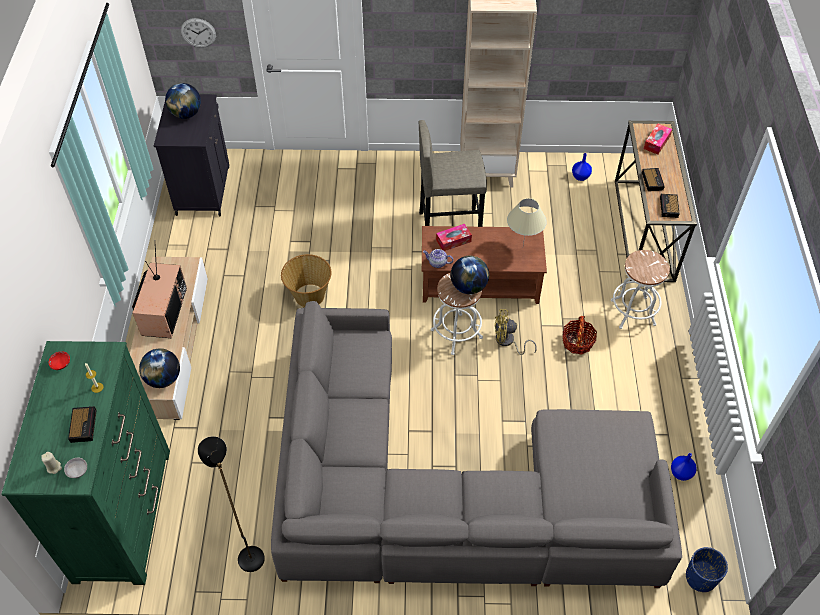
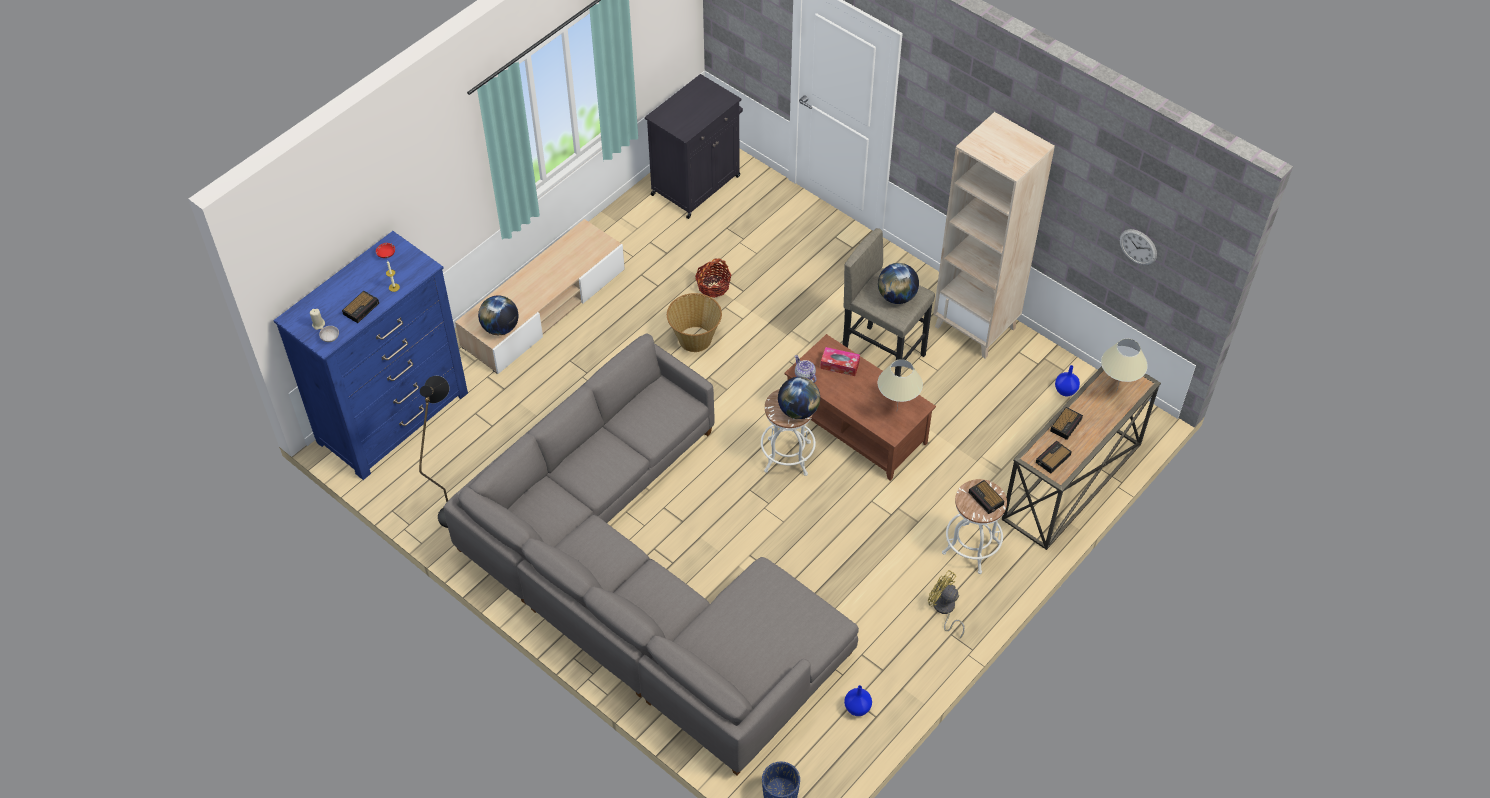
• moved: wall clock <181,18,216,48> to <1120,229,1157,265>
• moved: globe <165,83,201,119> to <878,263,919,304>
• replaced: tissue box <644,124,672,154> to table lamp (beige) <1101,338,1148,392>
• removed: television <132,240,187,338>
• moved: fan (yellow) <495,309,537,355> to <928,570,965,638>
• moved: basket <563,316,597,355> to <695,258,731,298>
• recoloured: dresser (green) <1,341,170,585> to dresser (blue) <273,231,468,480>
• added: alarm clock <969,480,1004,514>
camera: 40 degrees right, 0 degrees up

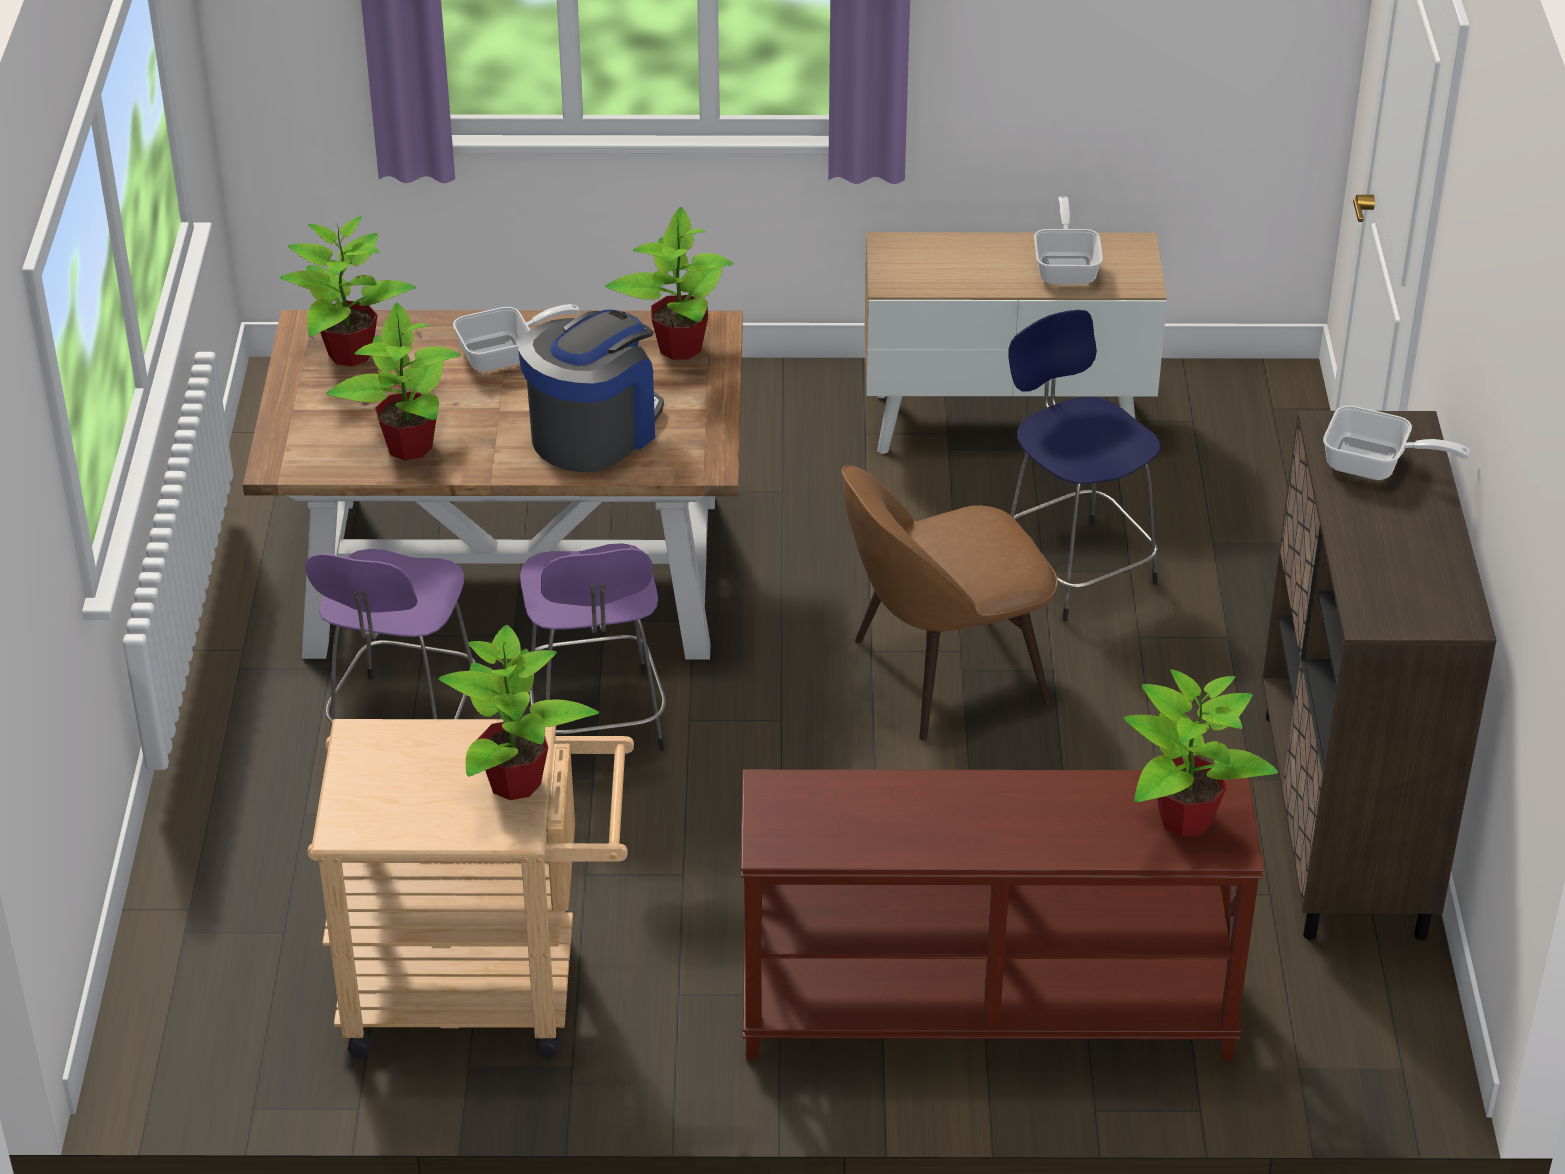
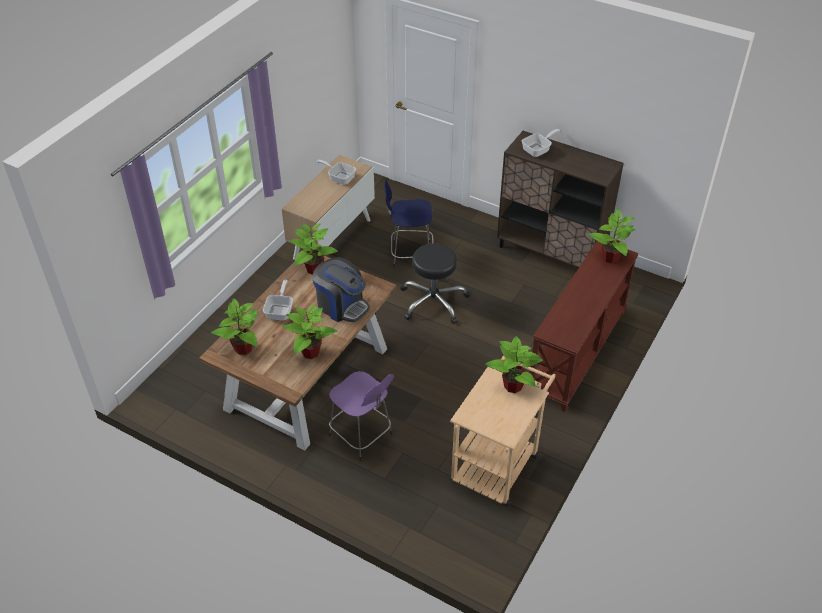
• turned: coffee machine <518,310,664,472> = <312,257,370,322> 150 degrees clockwise
• replaced: chair (brown) <841,465,1058,741> to stool (black) <400,243,470,324>
• removed: stool (purple) <520,543,666,751>
camera: 60 degrees left, 5 degrees up

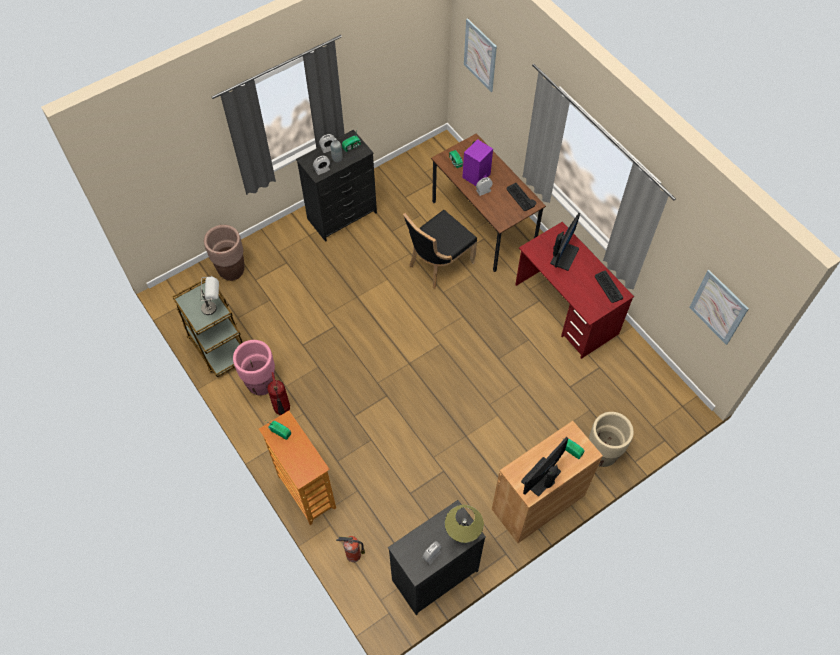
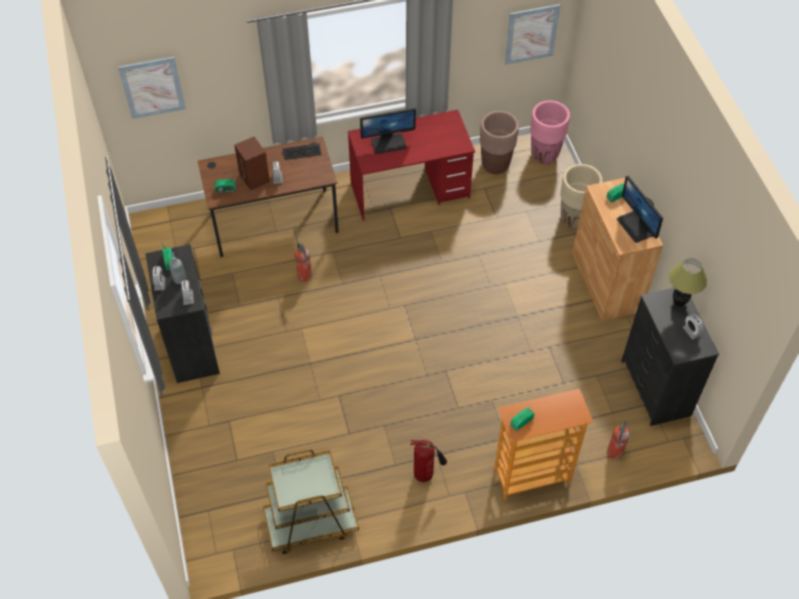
• recoloured: speaker (purple) <462,139,493,186> to speaker (brown) <234,137,270,190>
• replaced: chair (black) <403,210,477,288> to fire extinguisher <295,243,312,282>
• turned: monitor <550,213,580,271> = <360,108,416,154> 120 degrees clockwise
• moved: planter (brown) <204,225,245,281> to <480,111,519,174>
• removed: keyboard <595,270,623,303>
• removed: table lamp (grey) <200,276,219,315>
• moved: planter (pink) <233,340,275,395> to <530,100,570,164>
camera: 70 degrees left, 5 degrees down

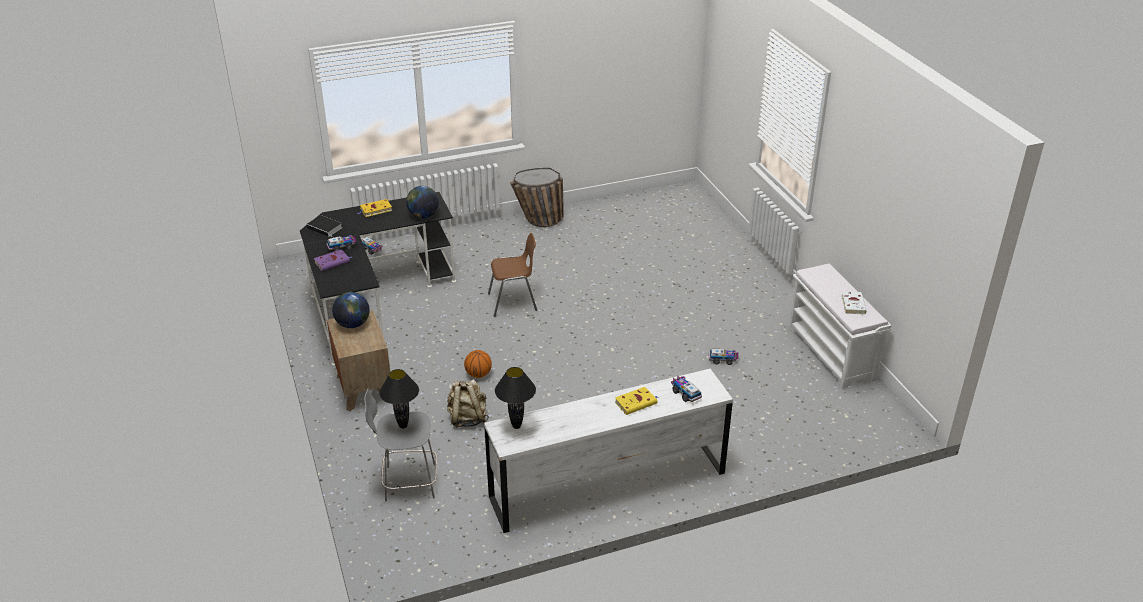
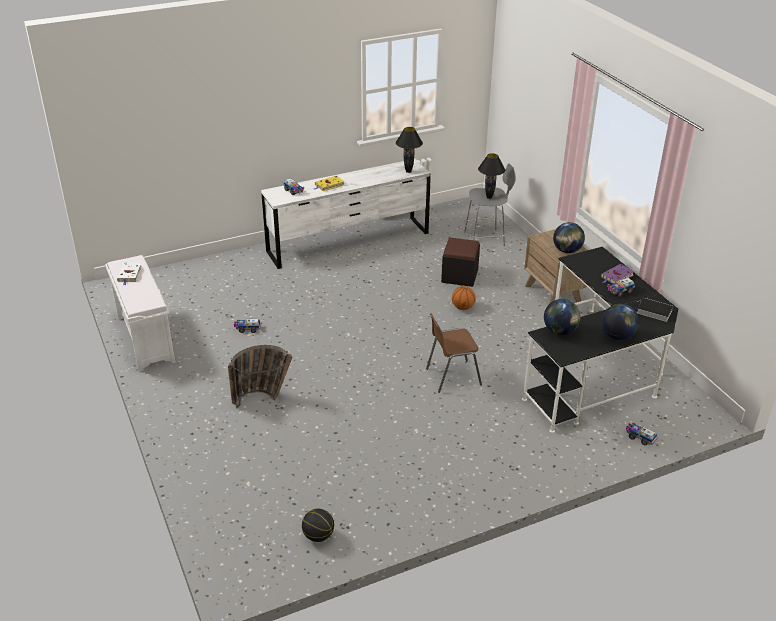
• moved: basket <510,168,564,227> to <228,345,292,409>
• replaced: book (yellow) <357,199,392,217> to globe <602,304,639,340>
• replaced: backpack (beige) <447,379,489,427> to ottoman (black) <441,238,480,287>
• added: basketball <302,509,334,542>
camera: 175 degrees right, 0 degrees up

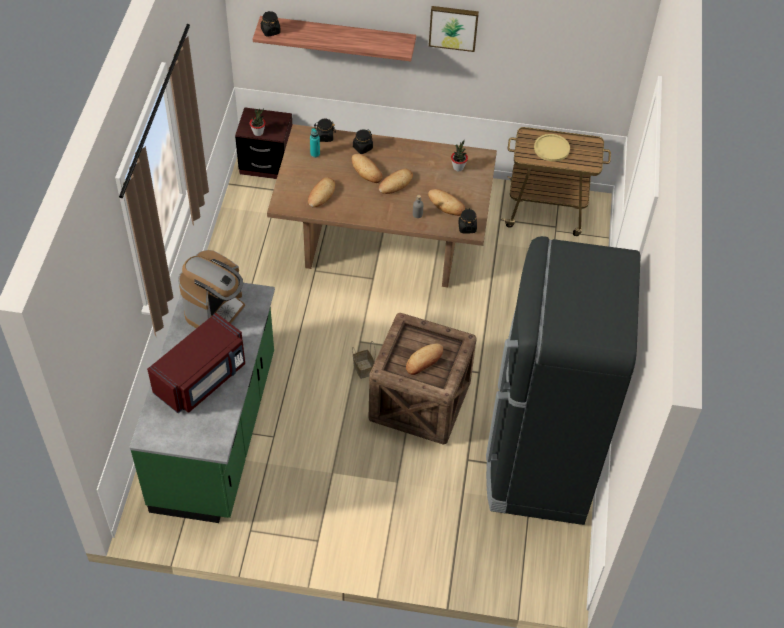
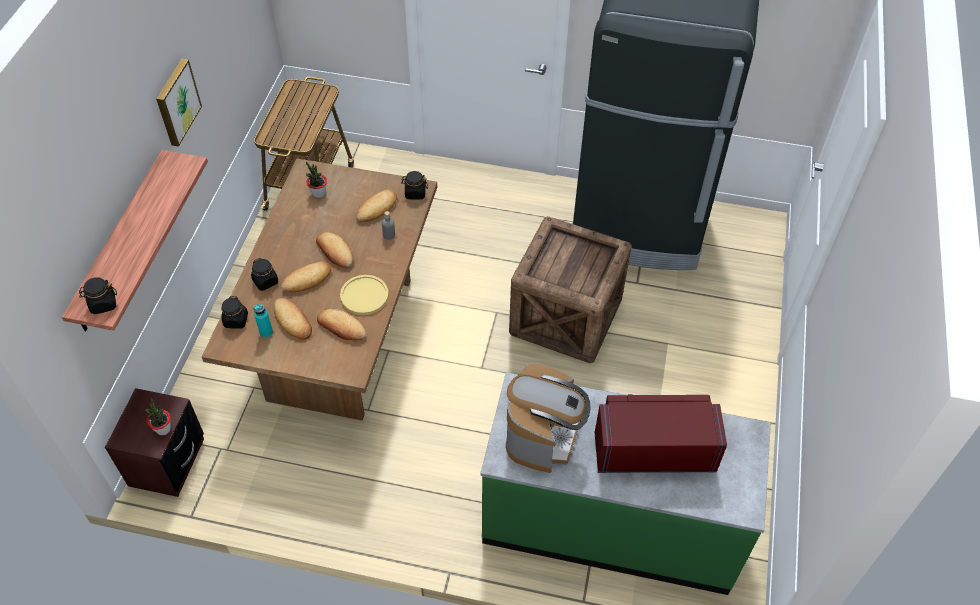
• moved: plate (yellow) <534,134,570,162> to <340,275,389,315>
• turned: coffee machine <178,250,245,328> = <506,363,591,473> 75 degrees clockwise
• turned: microwave (red) <147,313,245,413> = <594,394,727,473> 45 degrees counterclockwise
• removed: basket <352,341,375,379>
• moved: bread <406,344,443,375> to <274,298,312,340>
camera: 85 degrees left, 0 degrees up

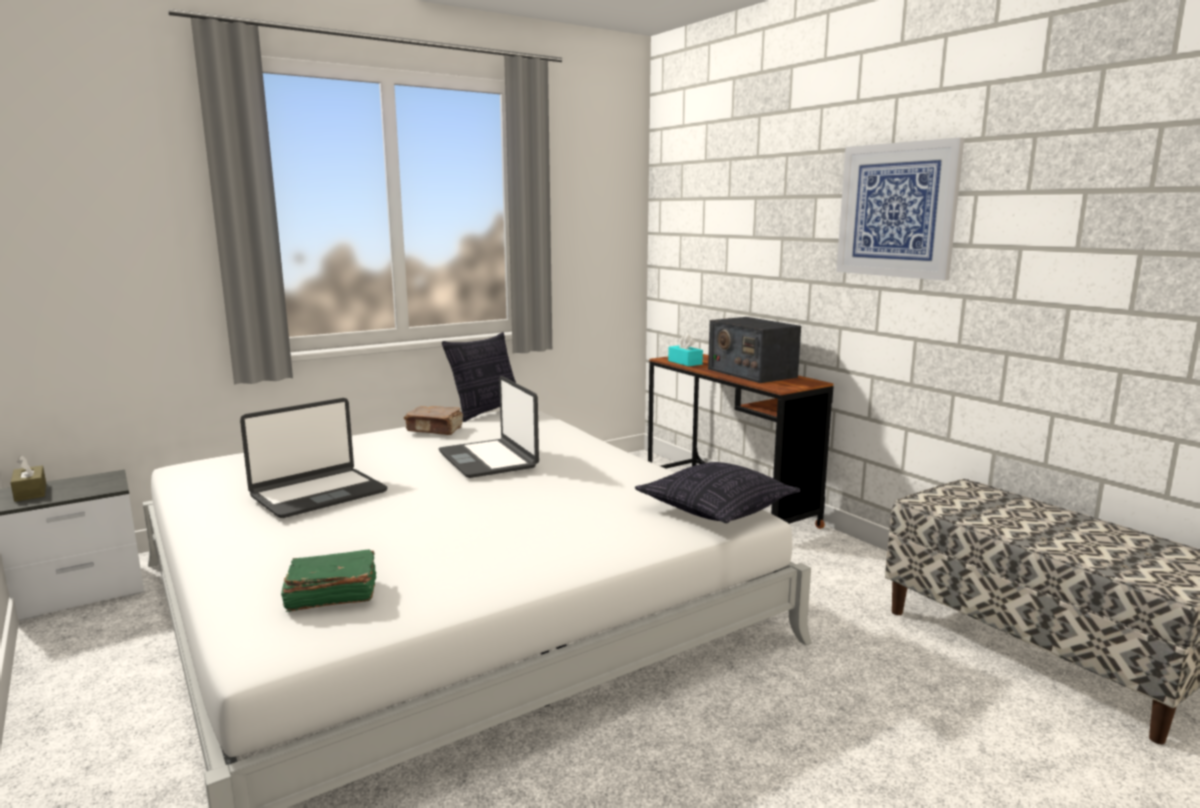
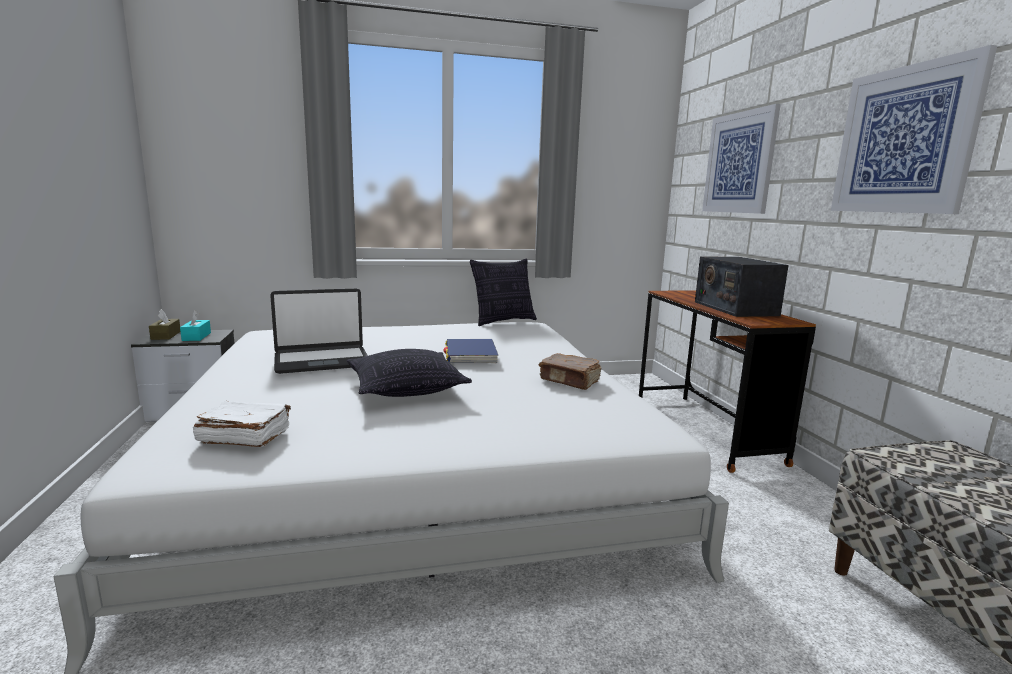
• moved: tissue box (turquoise) <668,334,703,366> to <180,310,211,341>
• replaced: laptop <439,376,539,478> to book (blue) <444,339,498,363>
• moved: book (brown) <404,406,463,435> to <538,353,602,390>
• moved: pillow <635,462,800,523> to <347,349,472,397>
• recoloured: book (green) <281,550,376,612> to book (white) <193,401,291,447>
• added: picture <702,104,781,214>
camera: 20 degrees right, 0 degrees up

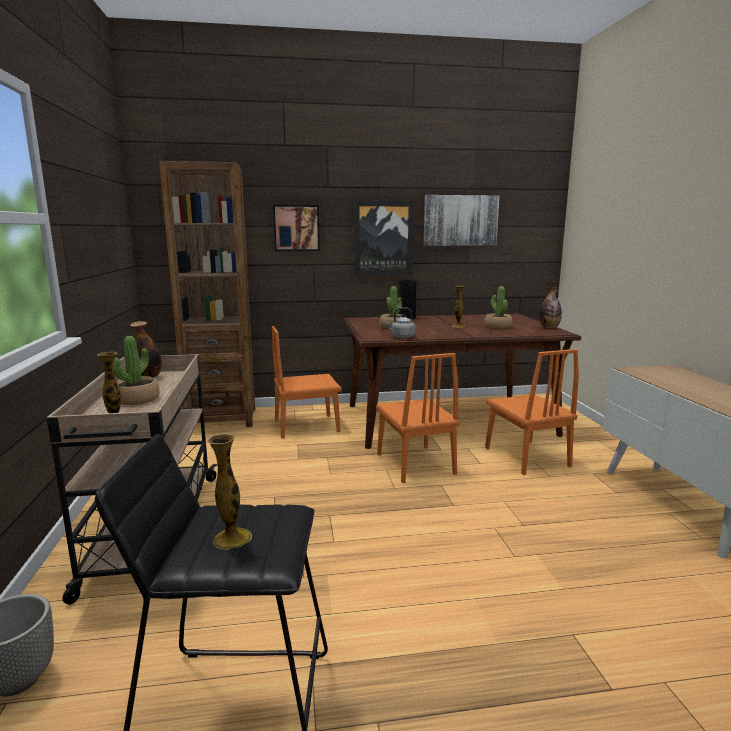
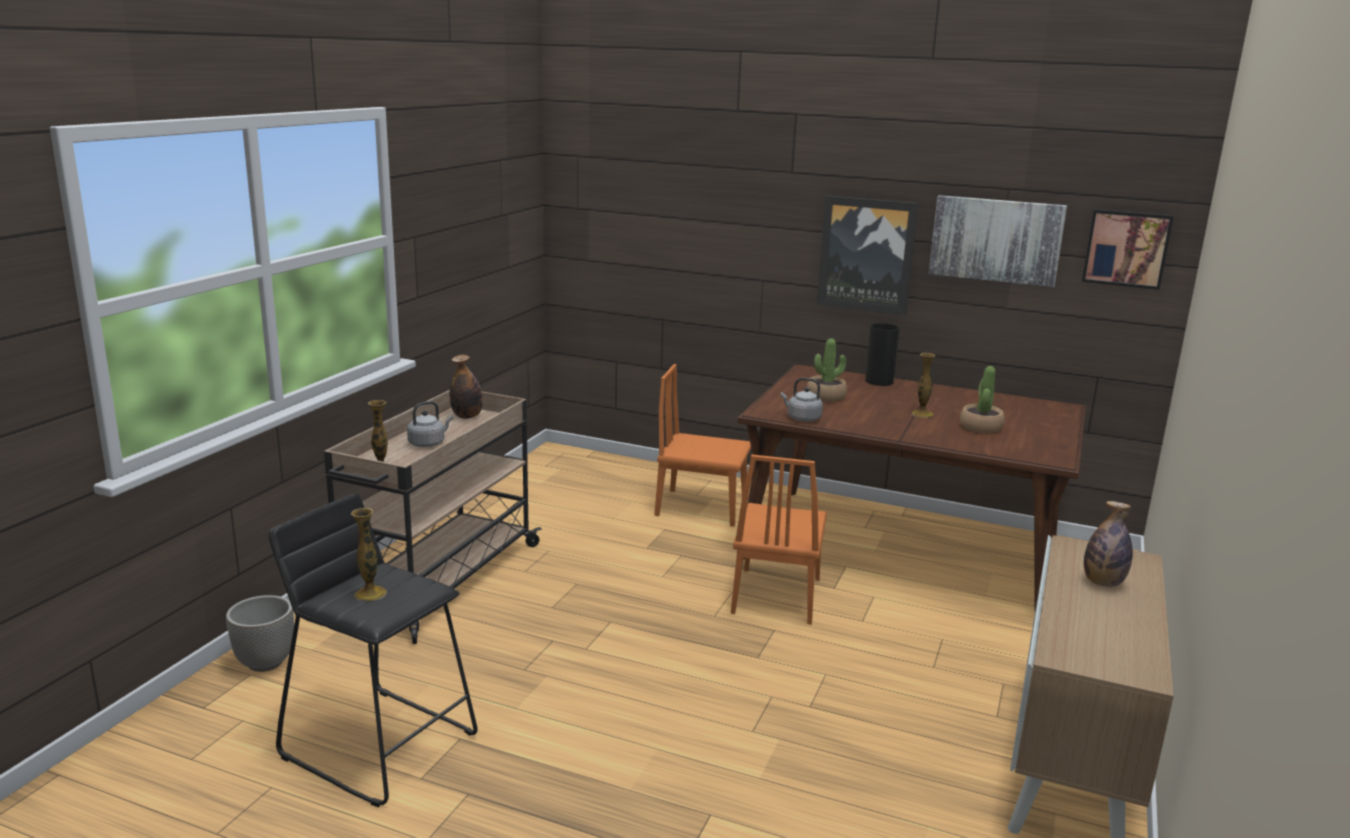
• removed: bookcase (brown) <159,161,255,427>
• moved: picture <273,205,320,251> to <1082,209,1173,290>
• moved: bottle <539,287,562,328> to <1084,501,1133,587>
• replaced: potted plant <113,336,160,405> to kettle (grey) <407,401,453,447>
• removed: chair (orange) <485,349,579,475>
camera: 30 degrees right, 5 degrees up

